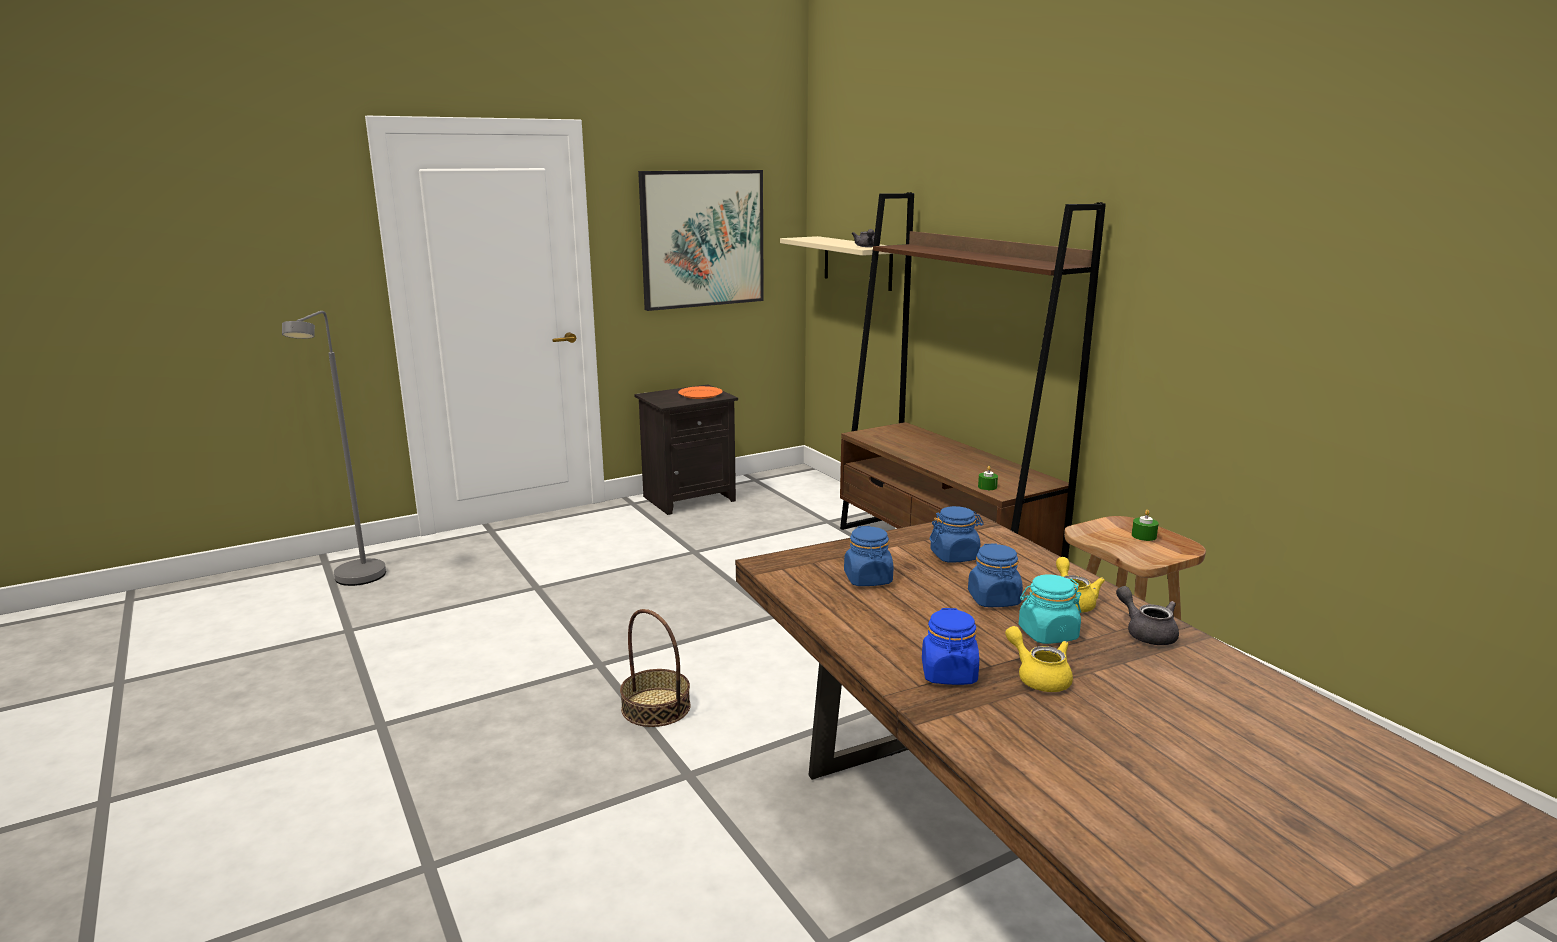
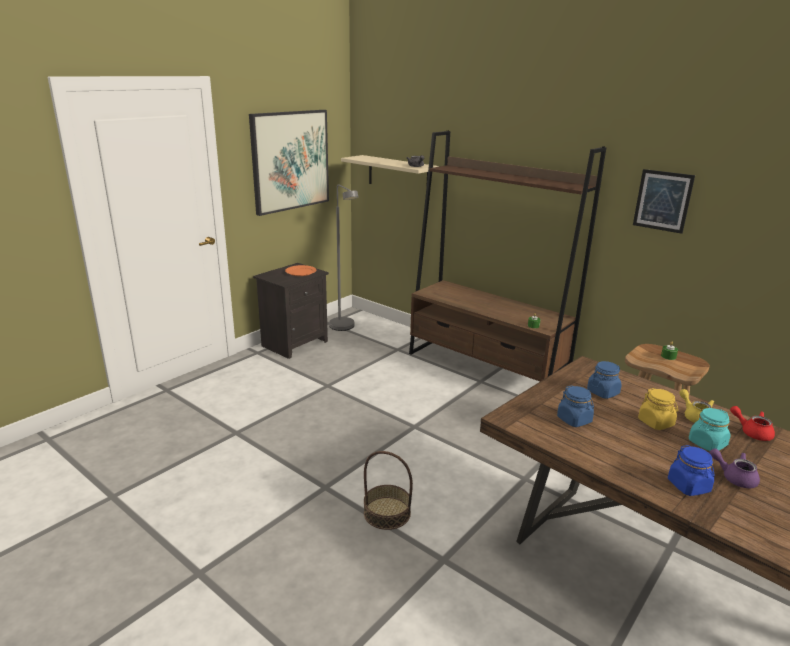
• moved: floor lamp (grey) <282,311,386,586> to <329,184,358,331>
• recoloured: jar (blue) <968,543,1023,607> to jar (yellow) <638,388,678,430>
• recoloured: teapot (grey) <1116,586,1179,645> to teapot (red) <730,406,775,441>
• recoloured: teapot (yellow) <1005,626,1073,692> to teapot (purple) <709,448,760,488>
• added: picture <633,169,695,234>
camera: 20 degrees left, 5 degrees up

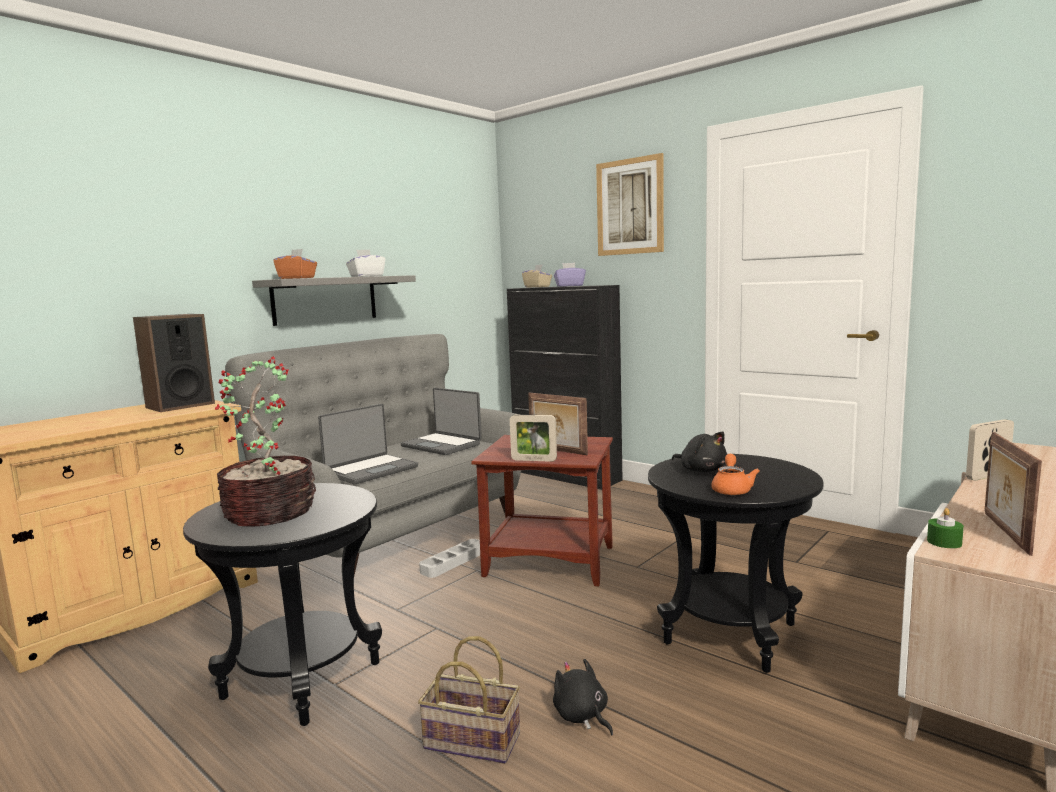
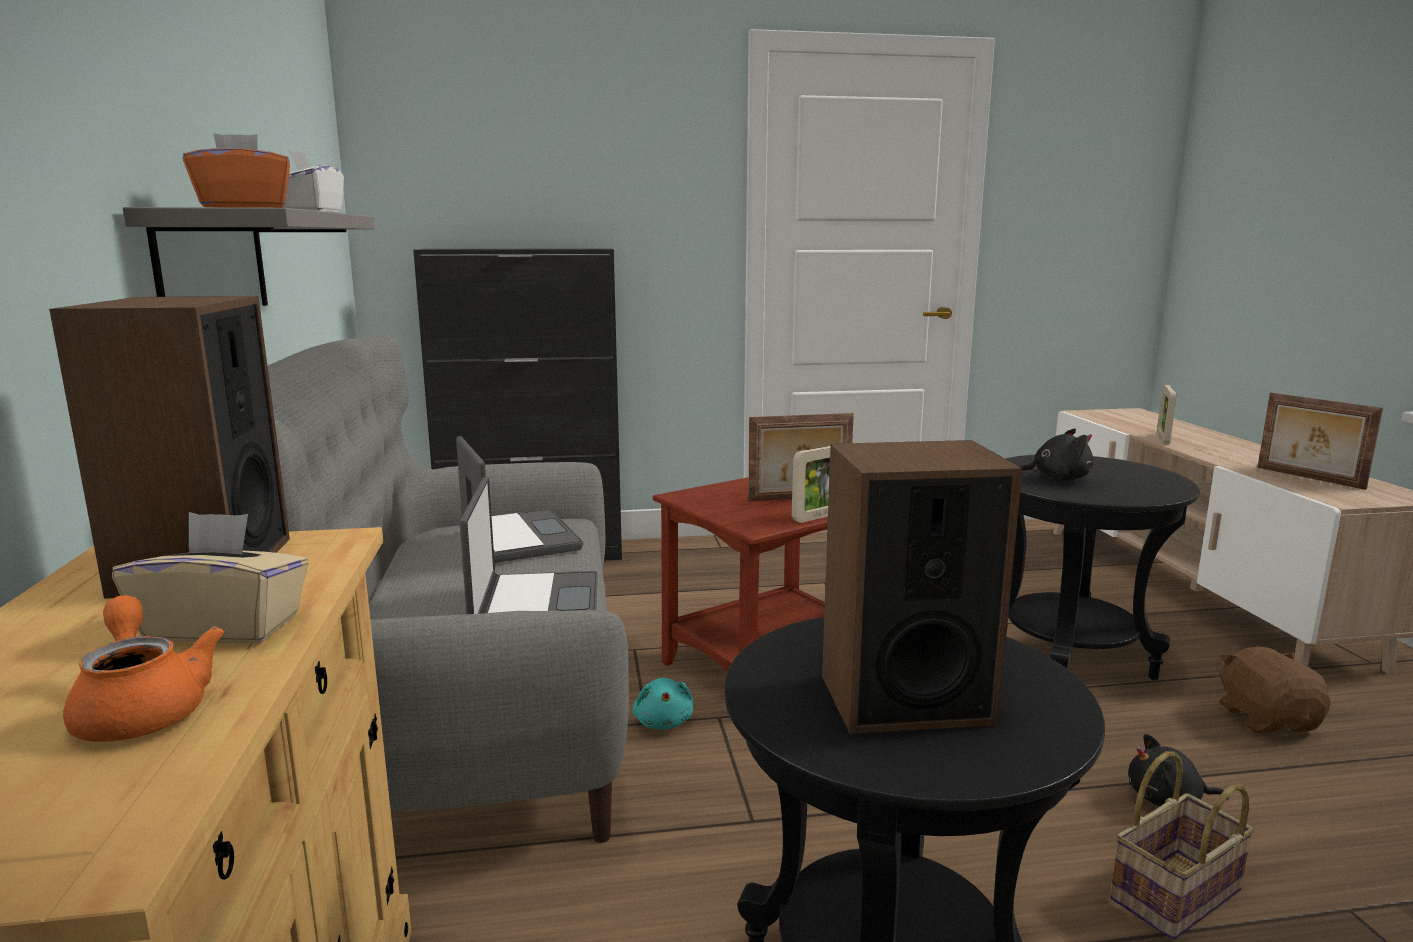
• removed: picture <596,153,664,256>
• removed: tissue box (purple) <554,262,586,287>
• moved: tissue box (beige) <522,264,552,288> to <112,512,309,644>
• replaced: potted plant <215,356,316,527> to speaker <822,440,1022,734>
• turned: laptop <400,388,482,455> = <456,436,583,563> 105 degrees counterclockwise
• moved: teapot (orange) <711,454,760,495> to <63,595,224,742>
• removed: candle (green) <927,508,964,548>
• replaced: tray (grey) <419,539,480,578> to plush toy (turquoise) <633,678,694,730>
• added: plush toy (brown) <1219,646,1331,734>
camera: 50 degrees left, 5 degrees up

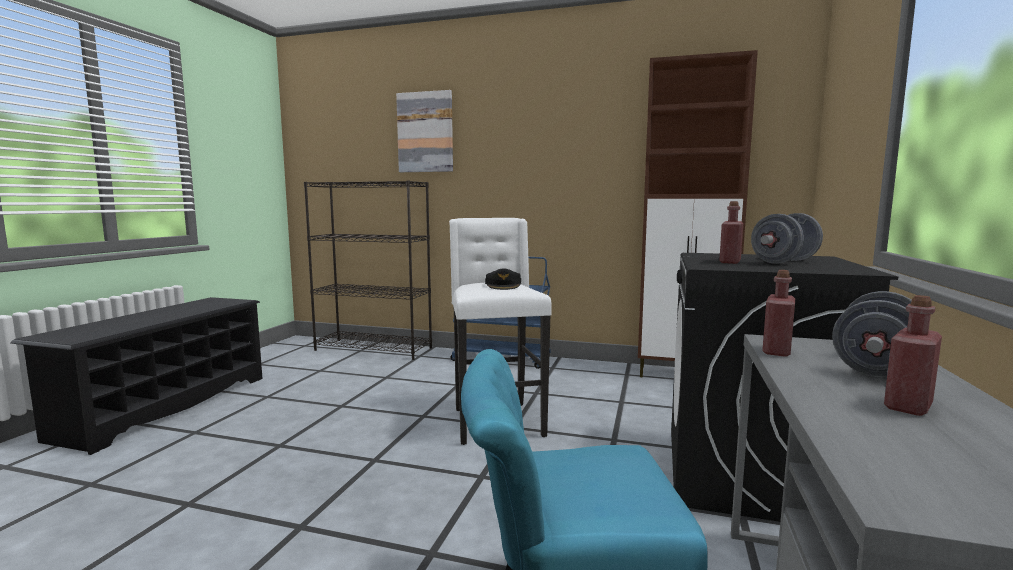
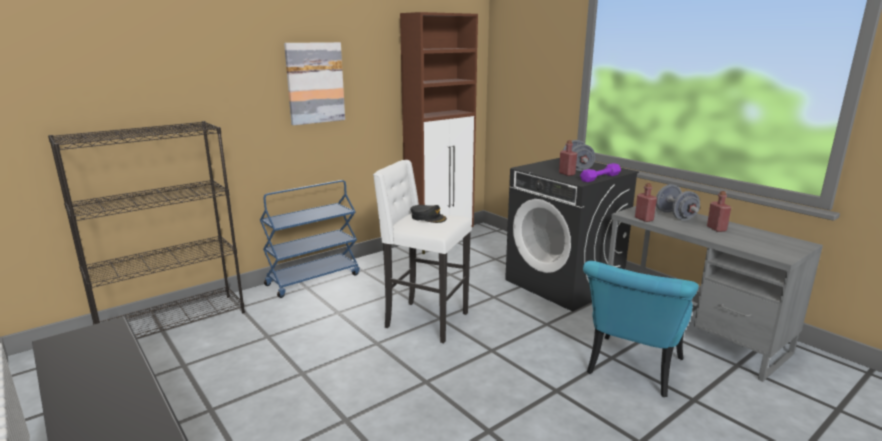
• moved: picture <396,90,453,172> to <284,42,345,125>
• added: dumbbell (purple) <580,163,621,182>
camera: 55 degrees left, 10 degrees up

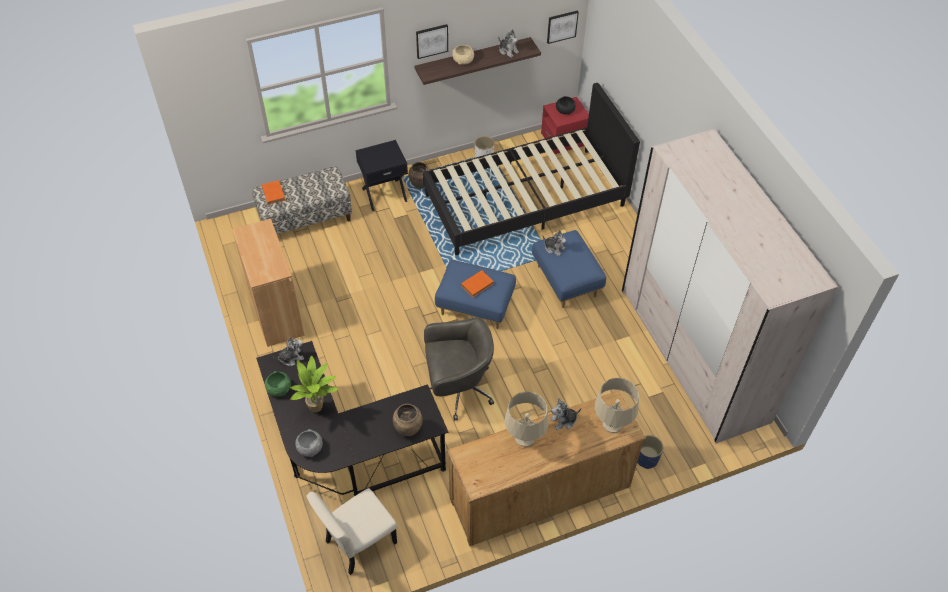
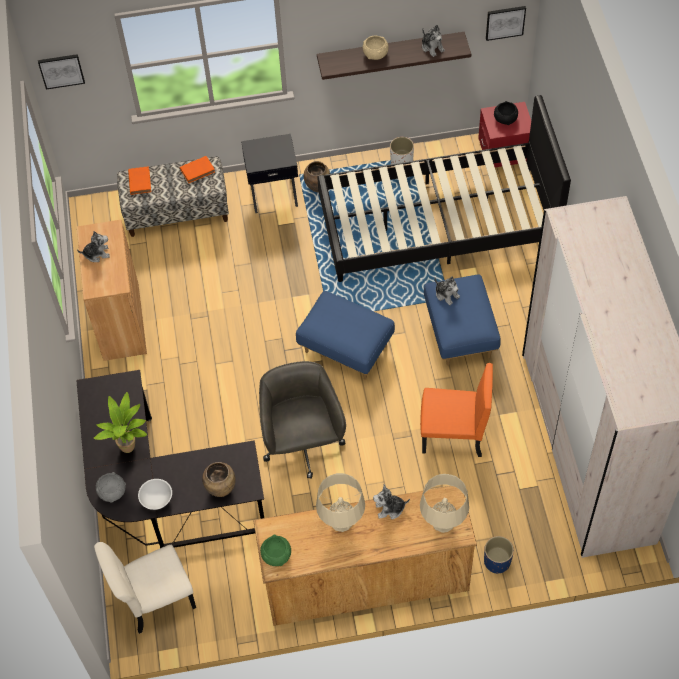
• moved: picture <416,24,448,59> to <38,54,85,90>
• moved: book (orange) <461,270,494,297> to <180,156,215,183>
• turned: office chair (grey) <424,317,494,421> = <259,361,346,479> 105 degrees counterclockwise
• moved: plush toy <274,337,304,366> to <77,231,110,262>
• moved: bowl (green) <265,371,291,397> to <260,535,291,566>
• added: chair (orange) <420,363,493,457>
• added: bowl (white) <138,479,172,510>
camera: 15 degrees right, 5 degrees up

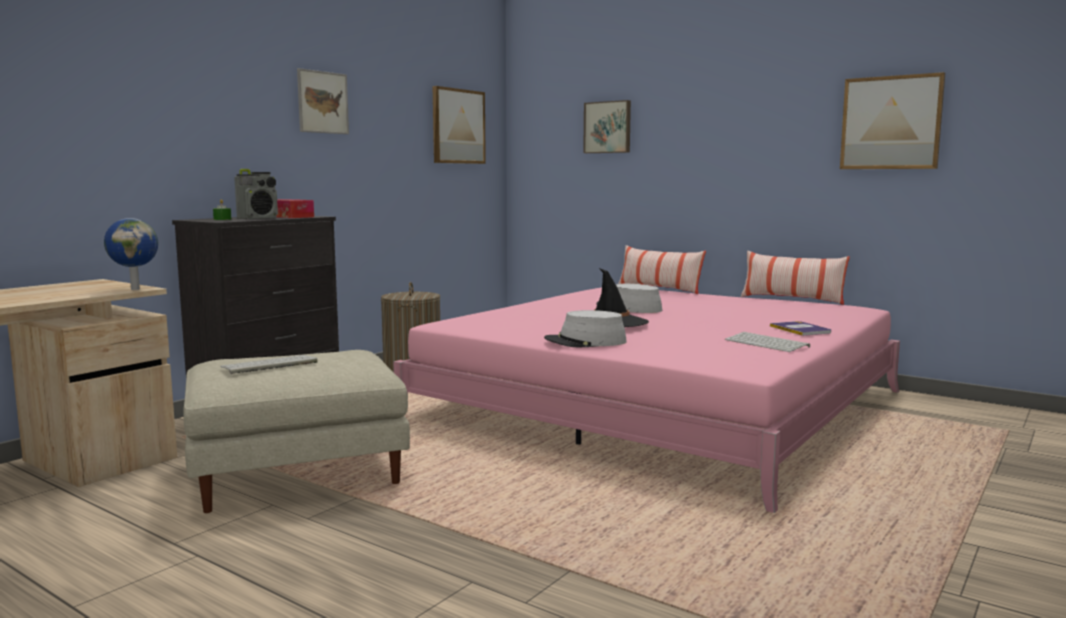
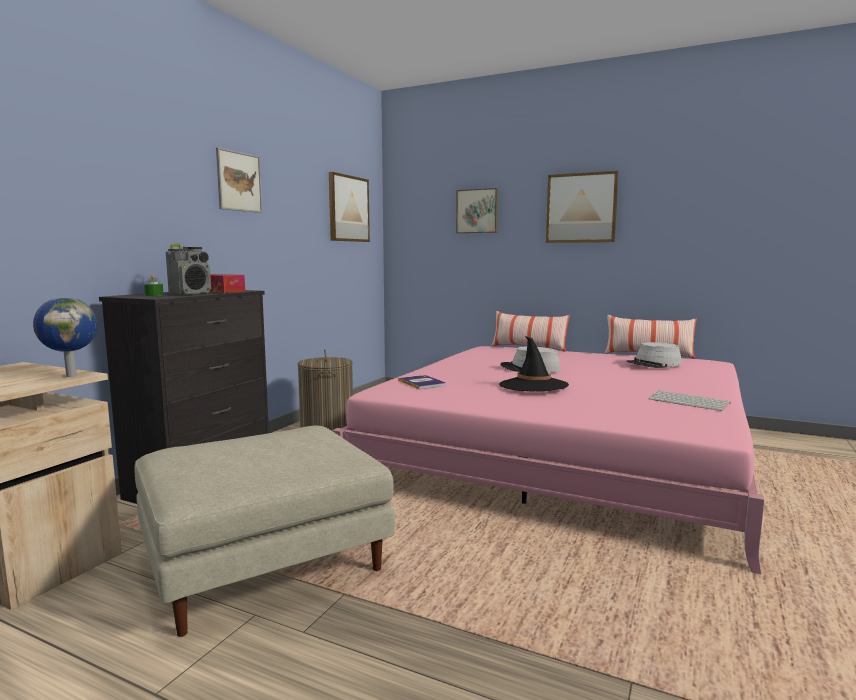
• moved: picture <840,72,945,169> to <546,171,618,243>
• moved: hat (grey) <544,310,627,347> to <626,342,682,368>
• moved: book <770,321,831,336> to <398,375,445,389>
• removed: keyboard <220,355,318,374>
camera: 10 degrees left, 0 degrees up

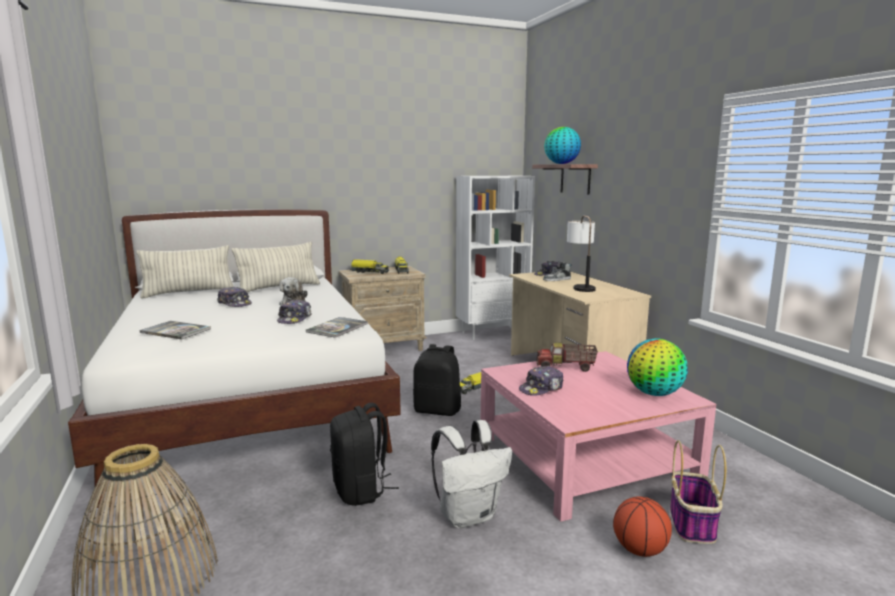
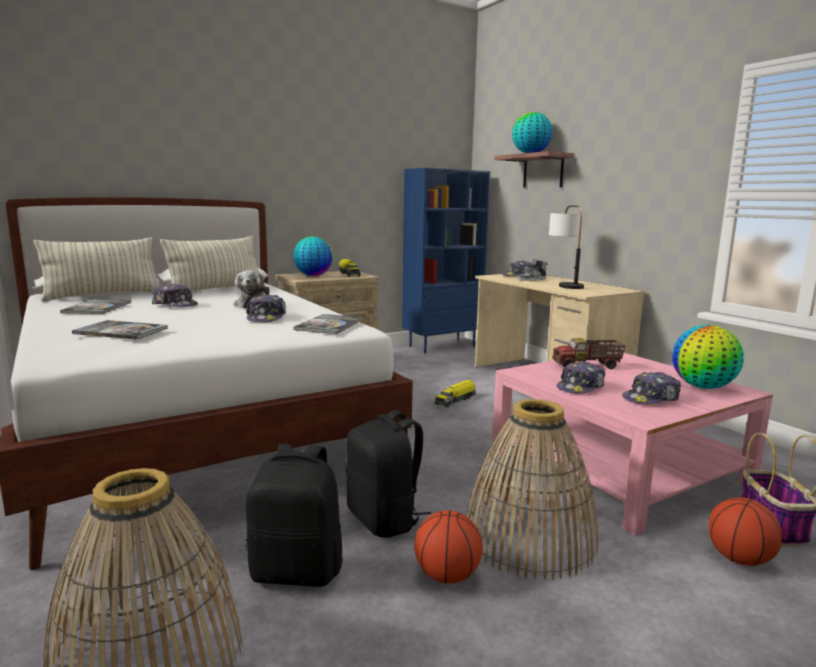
• recoloured: bookcase (white) <456,176,535,340> to bookcase (blue) <402,168,490,353>
• replaced: toy truck <351,259,389,274> to globe <293,236,333,276>
• moved: backpack (black) <413,344,461,416> to <246,444,343,587>
• replaced: backpack (white) <431,420,512,528> to basket <466,399,598,580>
• added: book <60,299,131,314>
• added: cap <622,372,681,404>
• added: basketball <414,510,483,584>
camera: 10 degrees left, 0 degrees up

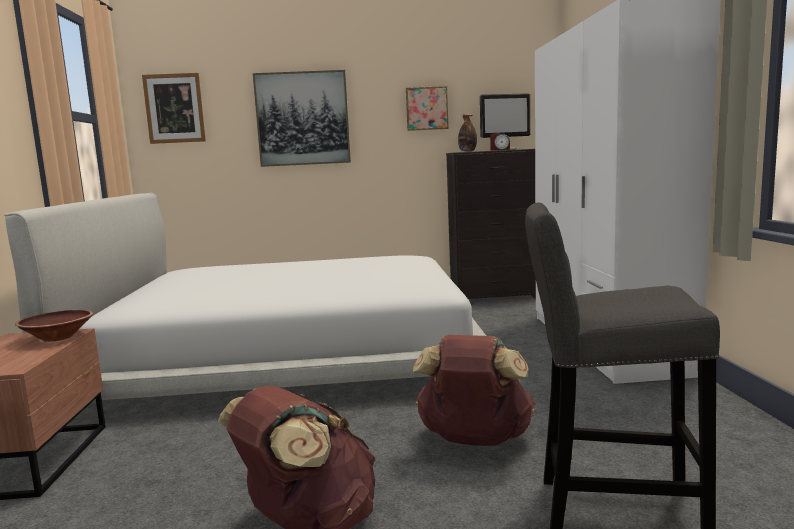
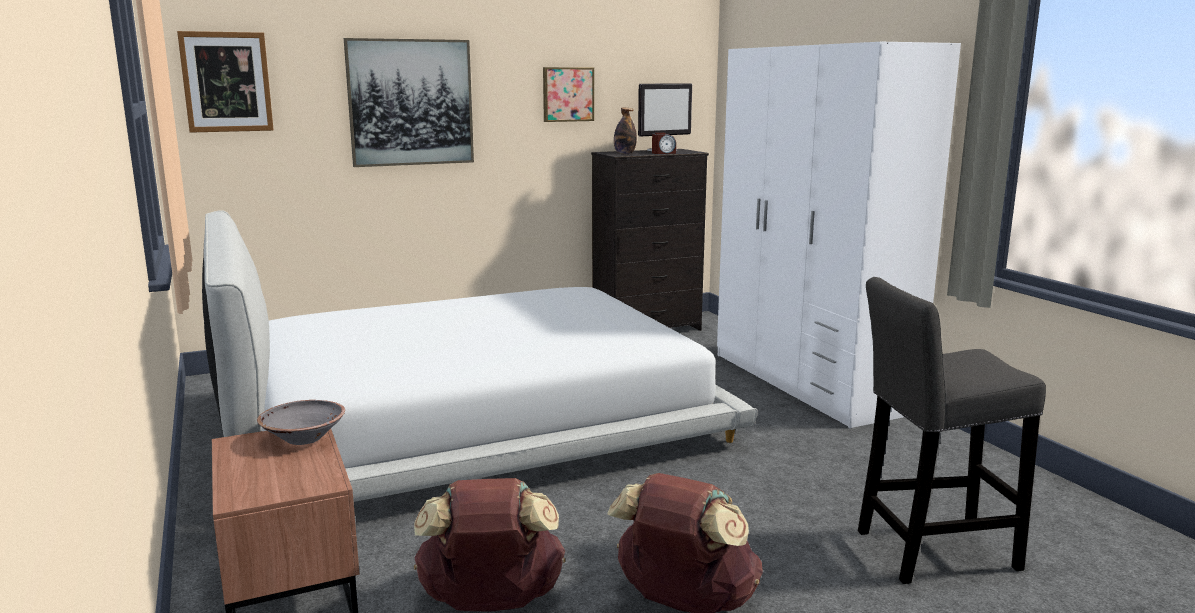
• recoloured: bowl (brown) <15,310,93,342> to bowl (grey) <257,400,345,445>
• moved: backpack (brown) <413,335,536,446> to <414,478,566,612>
camera: 20 degrees left, 5 degrees up

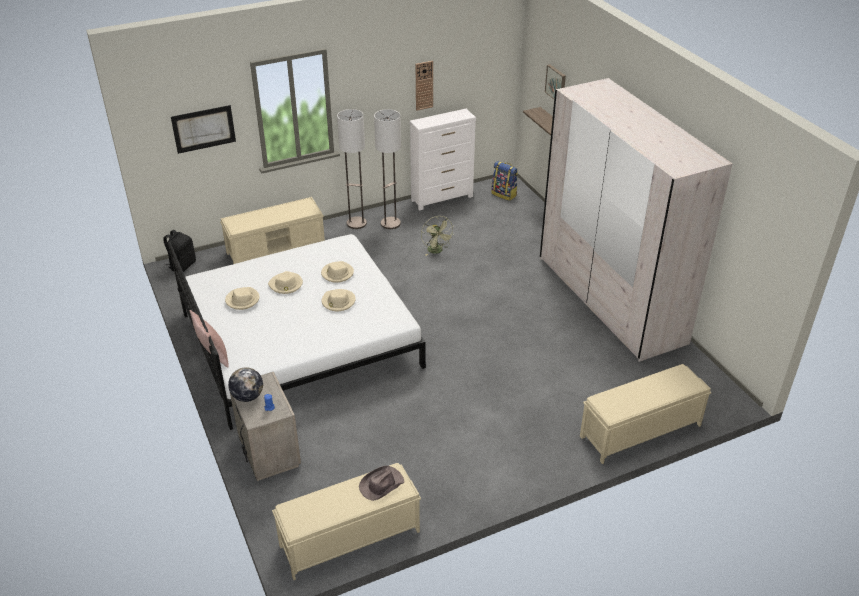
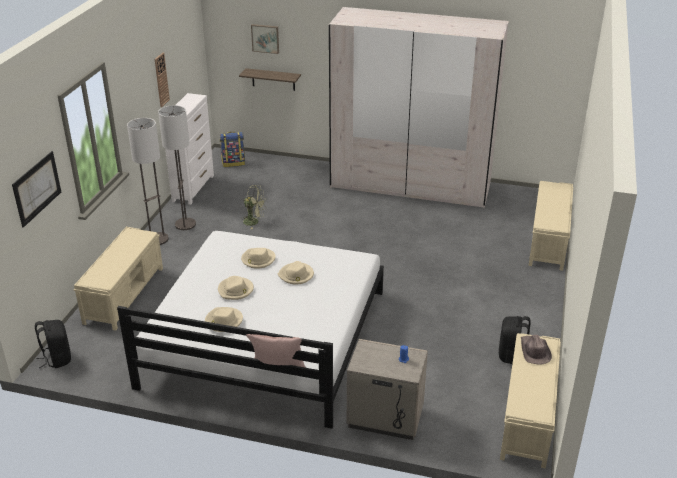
• removed: globe <228,367,263,402>
• added: backpack (black) <499,316,531,364>
camera: 50 degrees left, 5 degrees down

